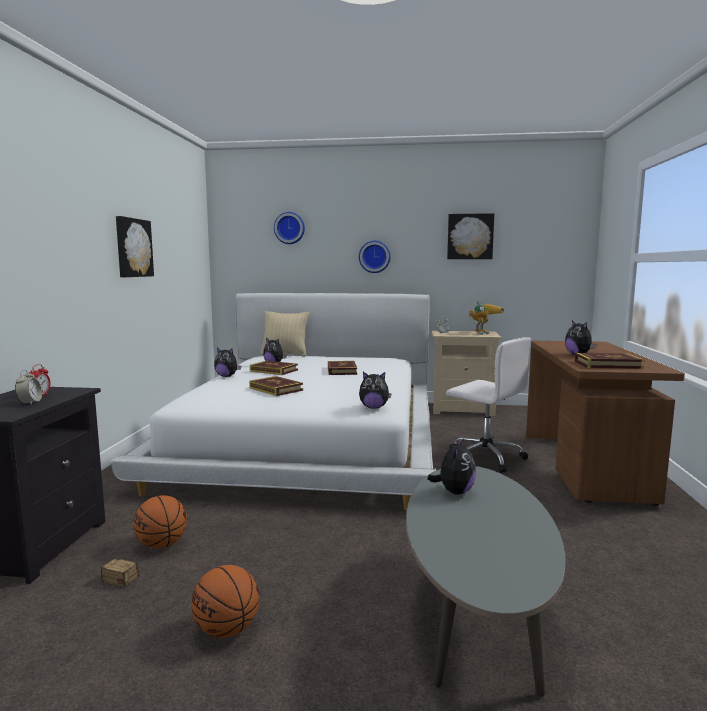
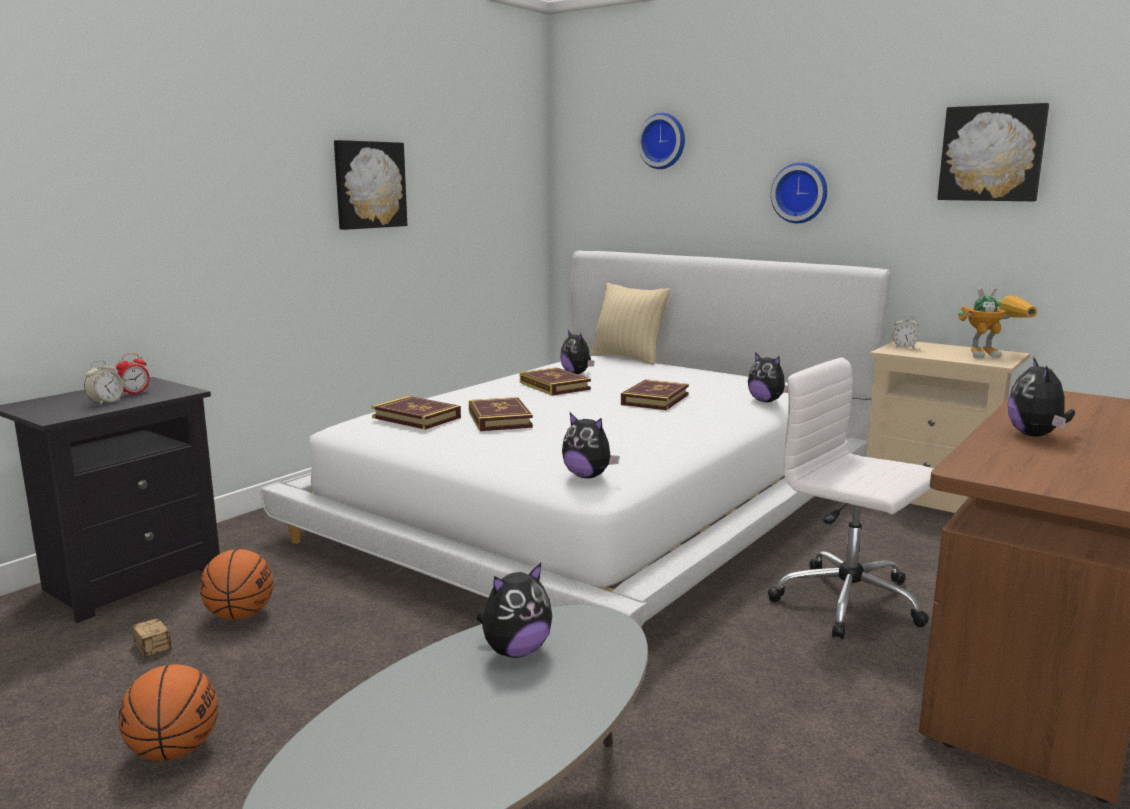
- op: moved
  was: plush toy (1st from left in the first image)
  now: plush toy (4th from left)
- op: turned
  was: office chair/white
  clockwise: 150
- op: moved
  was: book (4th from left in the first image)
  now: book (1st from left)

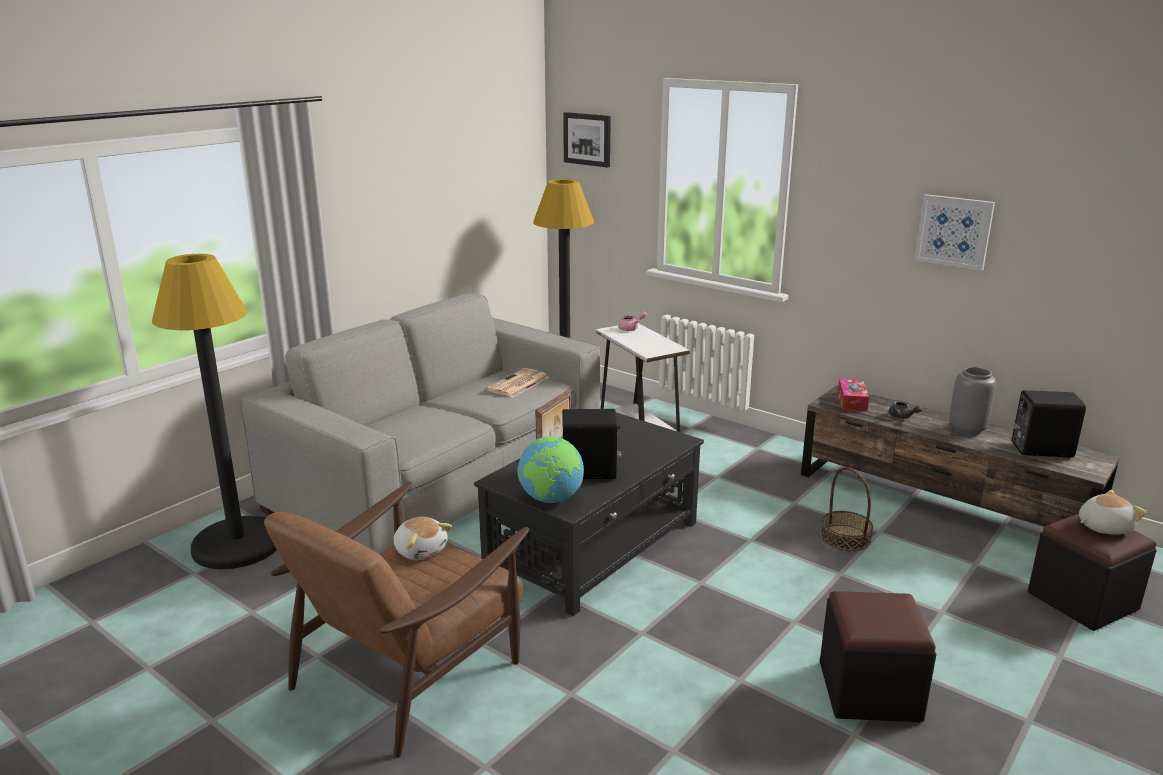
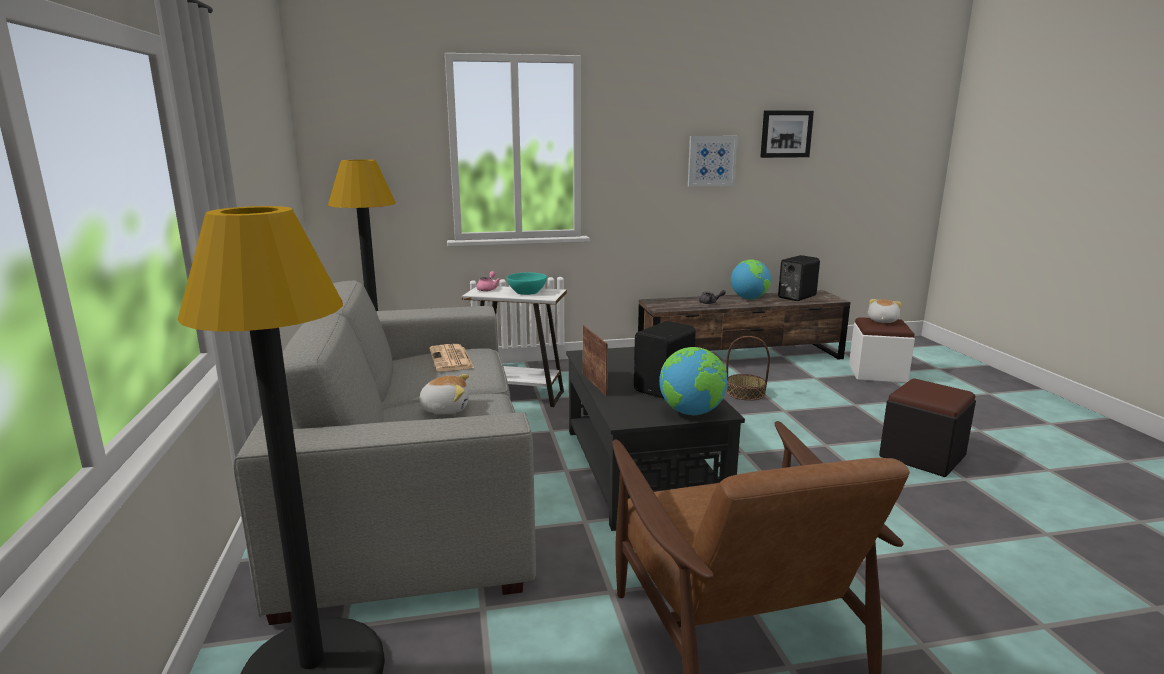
- op: moved
  was: plush toy (1st from left)
- op: moved
  was: picture (1st from left in the first image)
  now: picture (2nd from left)
- op: removed
  was: tissue box
- op: replaced
  was: vase/grey
  now: globe (2nd from left)
- op: recoloured
  was: ottoman/black (2nd from left)
  now: ottoman/white
- op: added
  now: bowl/turquoise

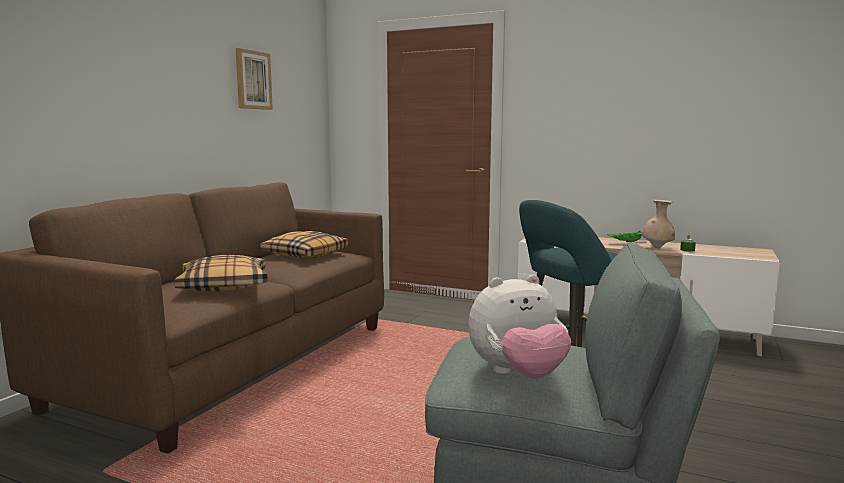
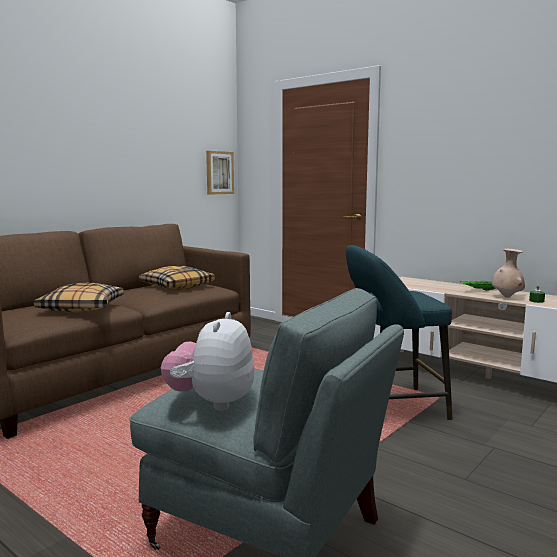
- op: moved
  was: picture
- op: turned
  was: plush toy
  clockwise: 105

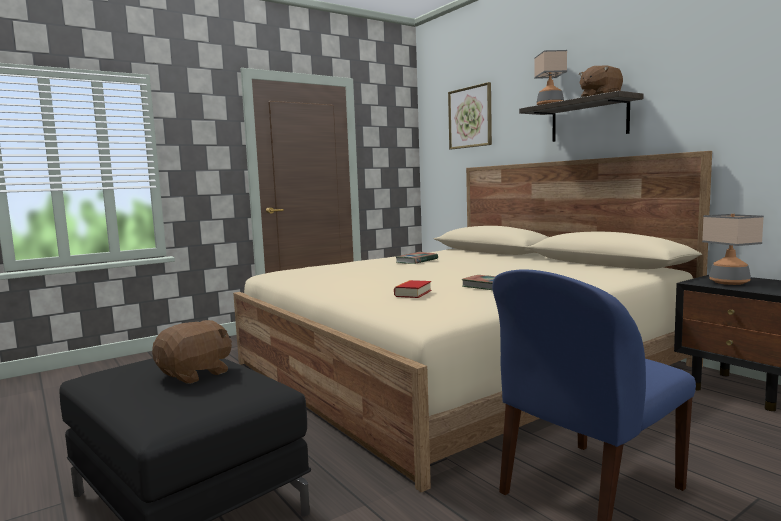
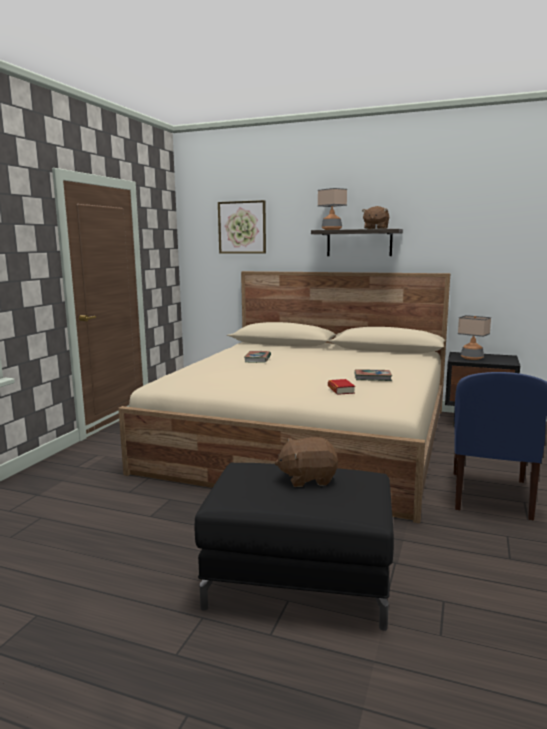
- op: turned
  was: plush toy/brown (1st from left)
  clockwise: -105

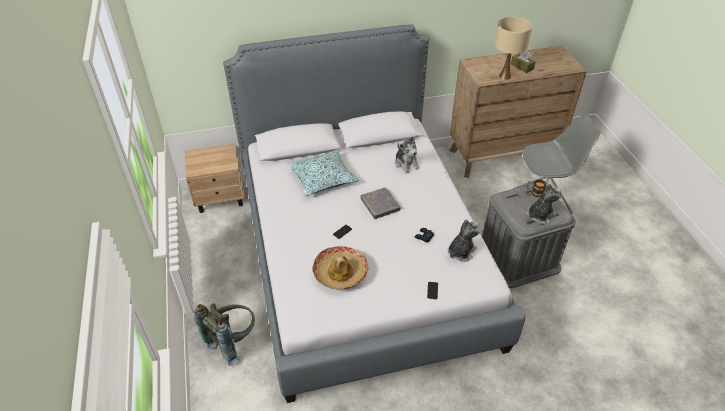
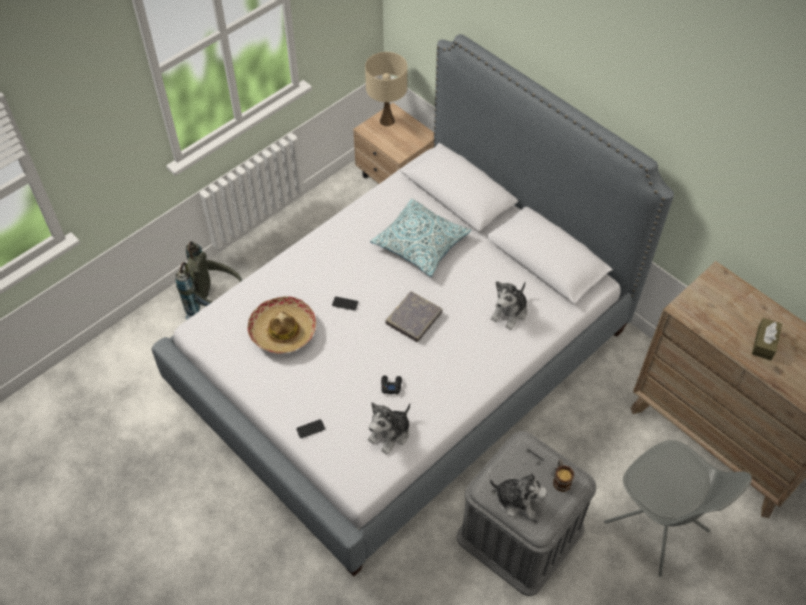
- op: turned
  was: plush toy (2nd from left in the first image)
  clockwise: 120
- op: moved
  was: table lamp/beige

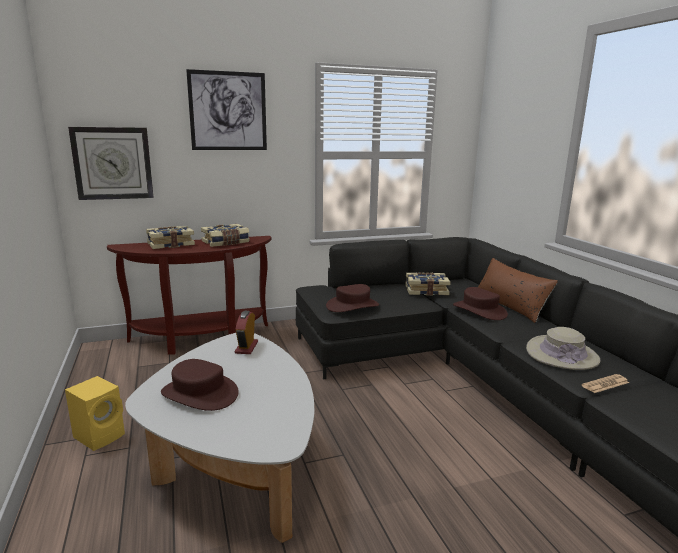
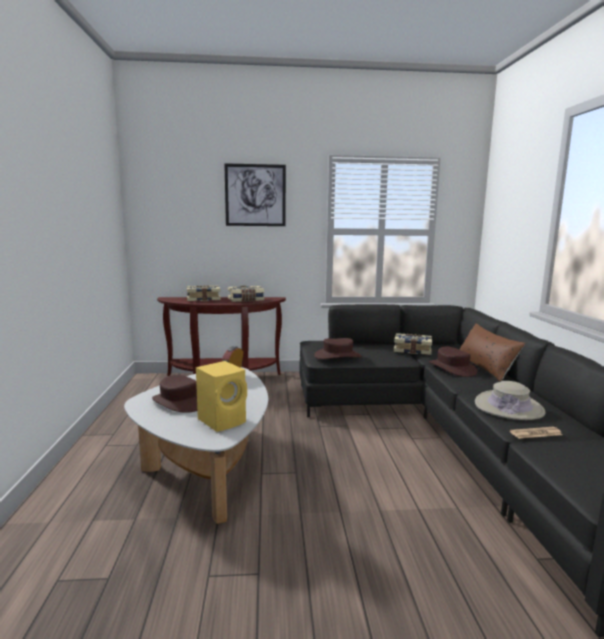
- op: moved
  was: speaker/yellow
- op: removed
  was: wall clock

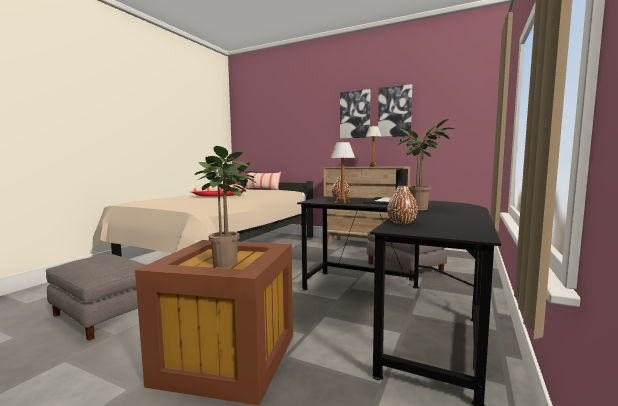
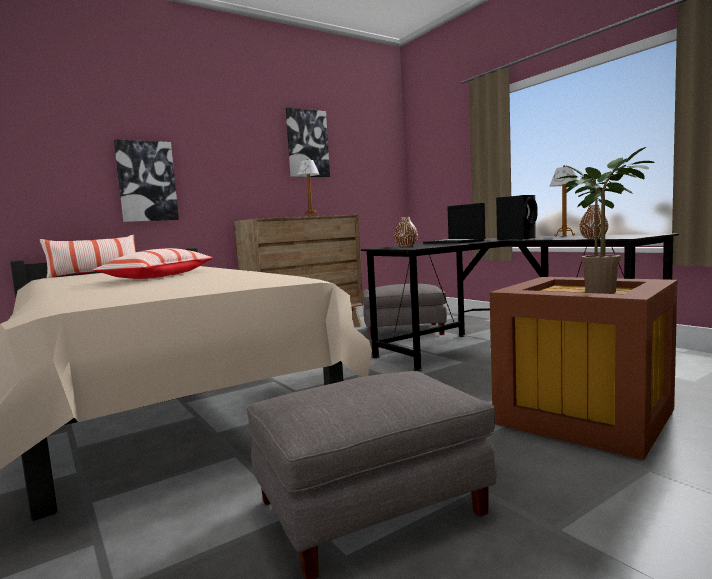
- op: moved
  was: table lamp (1st from left in the first image)
  now: table lamp (2nd from left)
- op: moved
  was: picture (1st from left)
- op: replaced
  was: potted plant (2nd from left)
  now: speaker/black

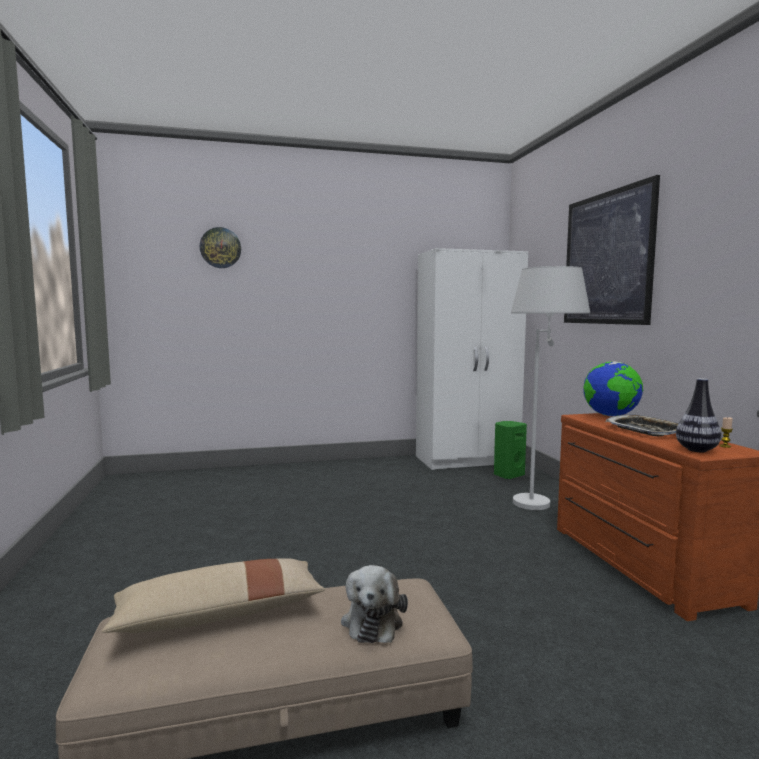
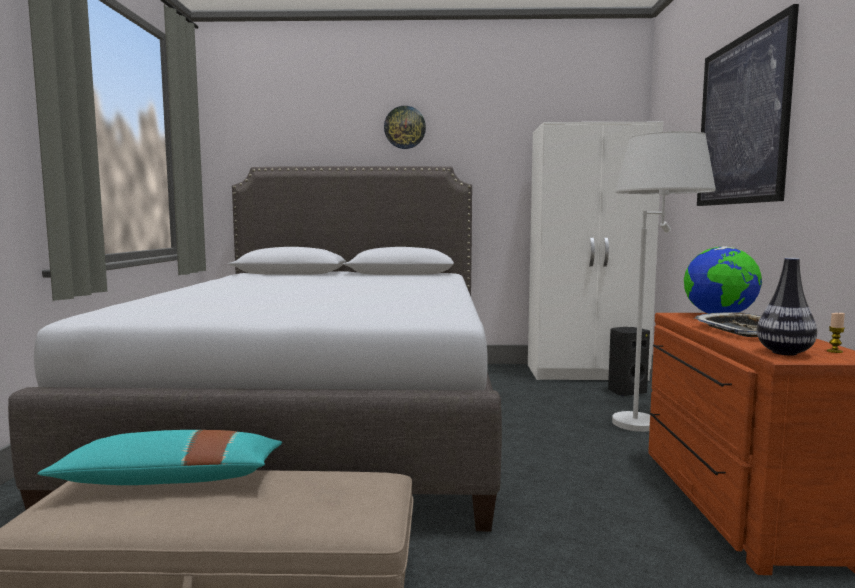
- op: recoloured
  was: pillow/beige
  now: pillow/turquoise
- op: moved
  was: wall clock
- op: removed
  was: plush toy
- op: recoloured
  was: speaker/green
  now: speaker/black
- op: added
  now: bed/grey

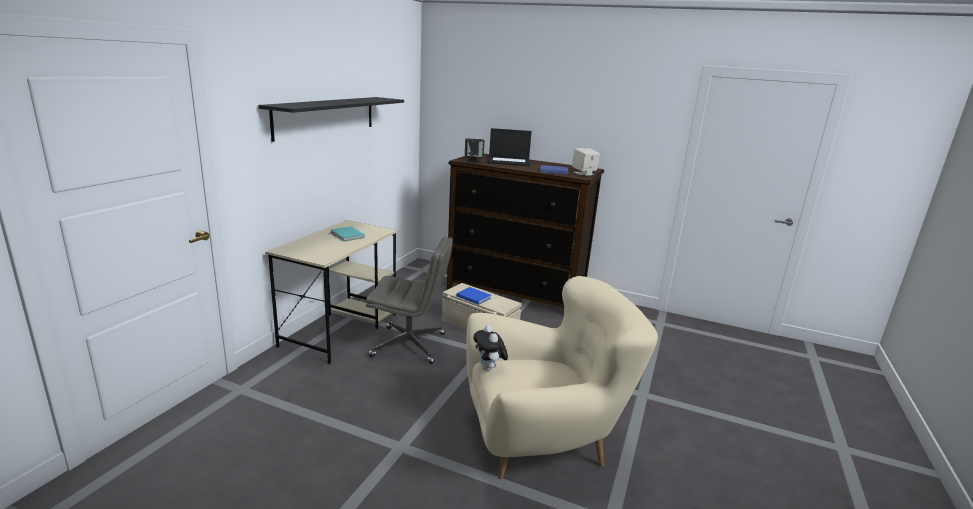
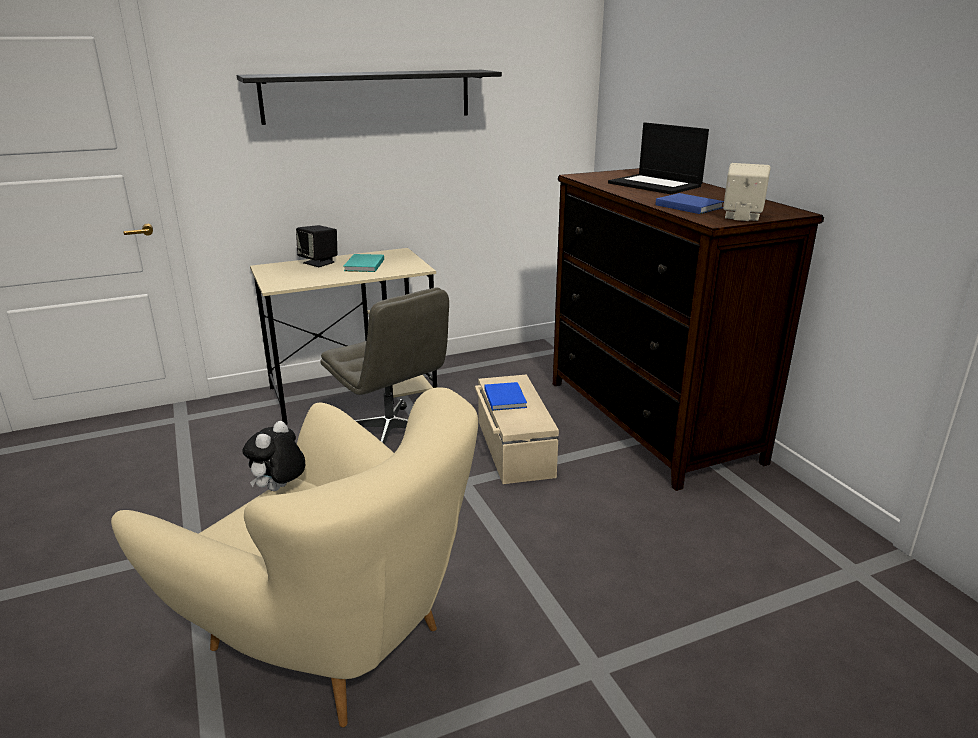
- op: moved
  was: speaker/black

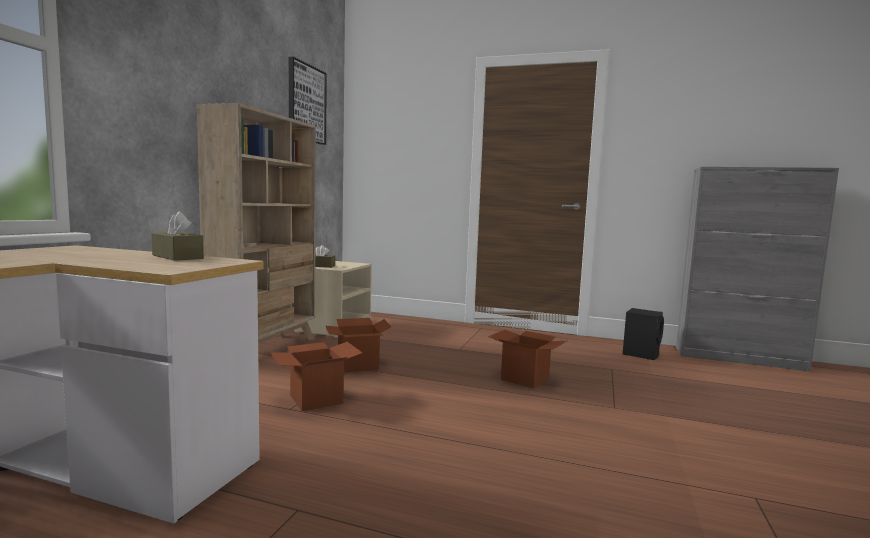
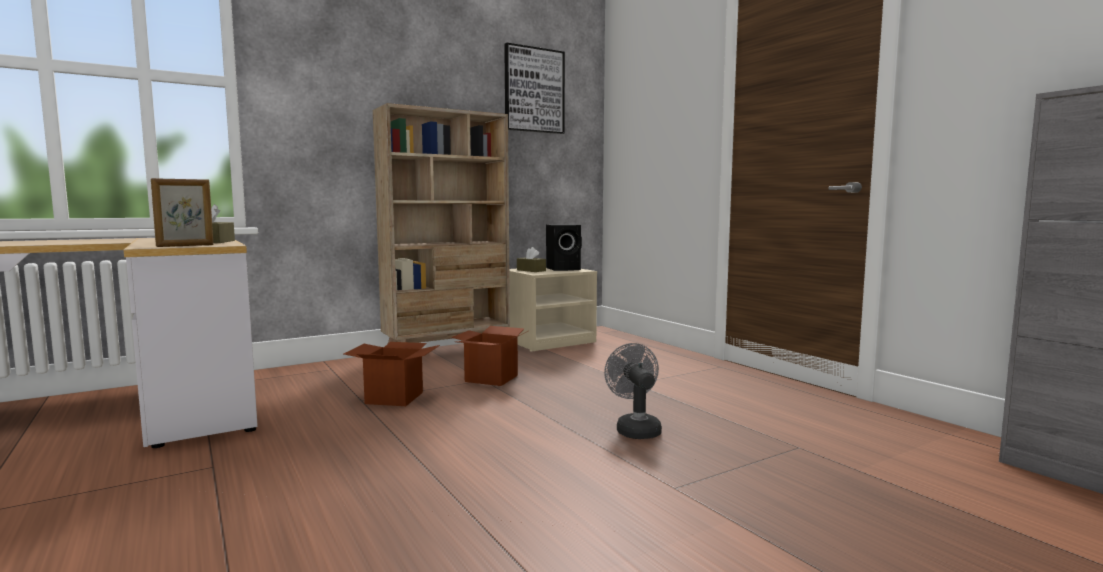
- op: replaced
  was: cardboard box (3rd from left)
  now: fan/grey
- op: moved
  was: speaker/black
- op: added
  now: picture frame

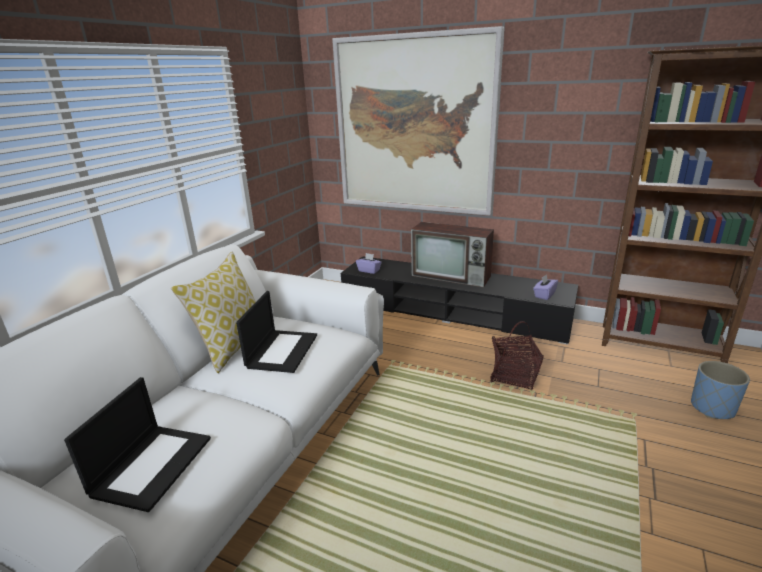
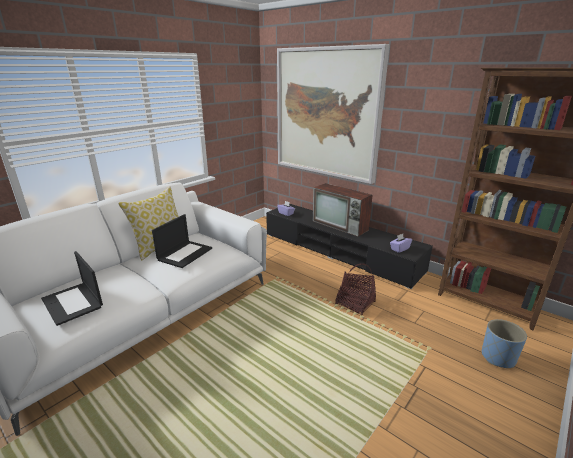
- op: turned
  was: laptop (1st from left)
  clockwise: 105

